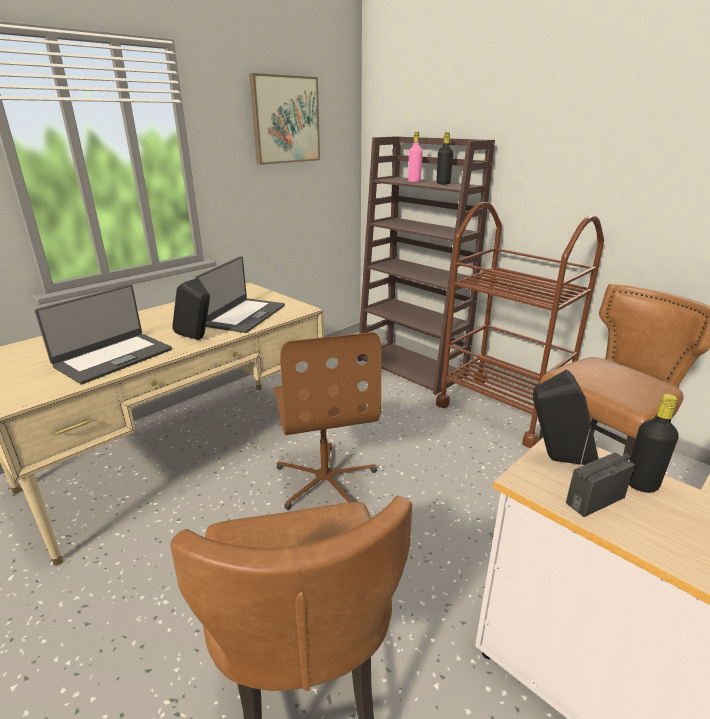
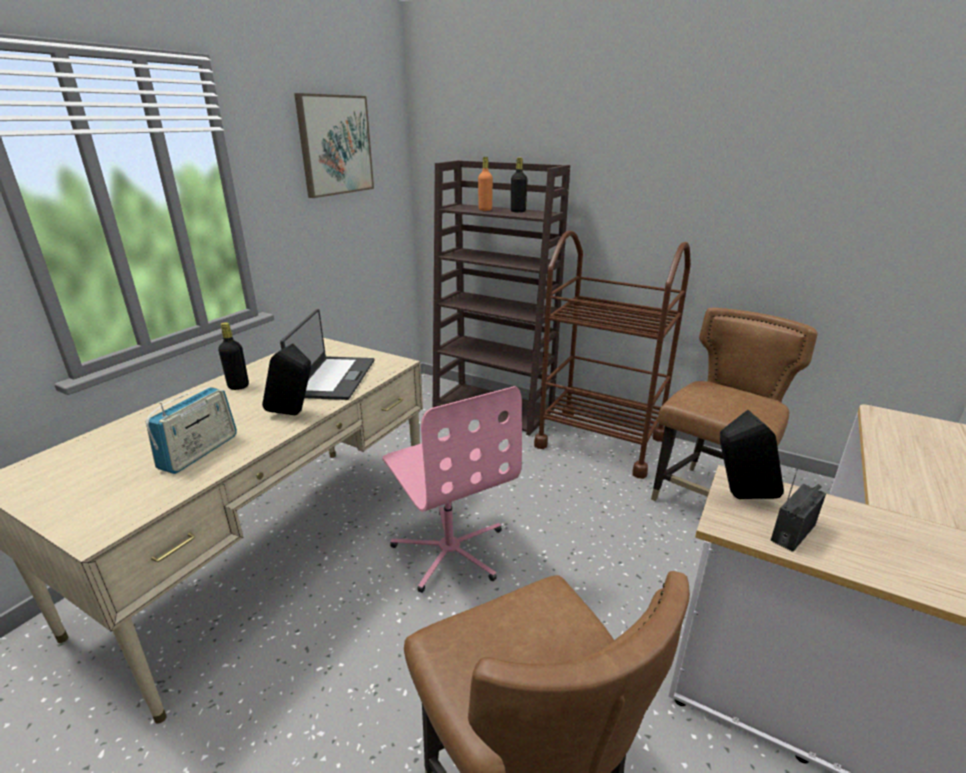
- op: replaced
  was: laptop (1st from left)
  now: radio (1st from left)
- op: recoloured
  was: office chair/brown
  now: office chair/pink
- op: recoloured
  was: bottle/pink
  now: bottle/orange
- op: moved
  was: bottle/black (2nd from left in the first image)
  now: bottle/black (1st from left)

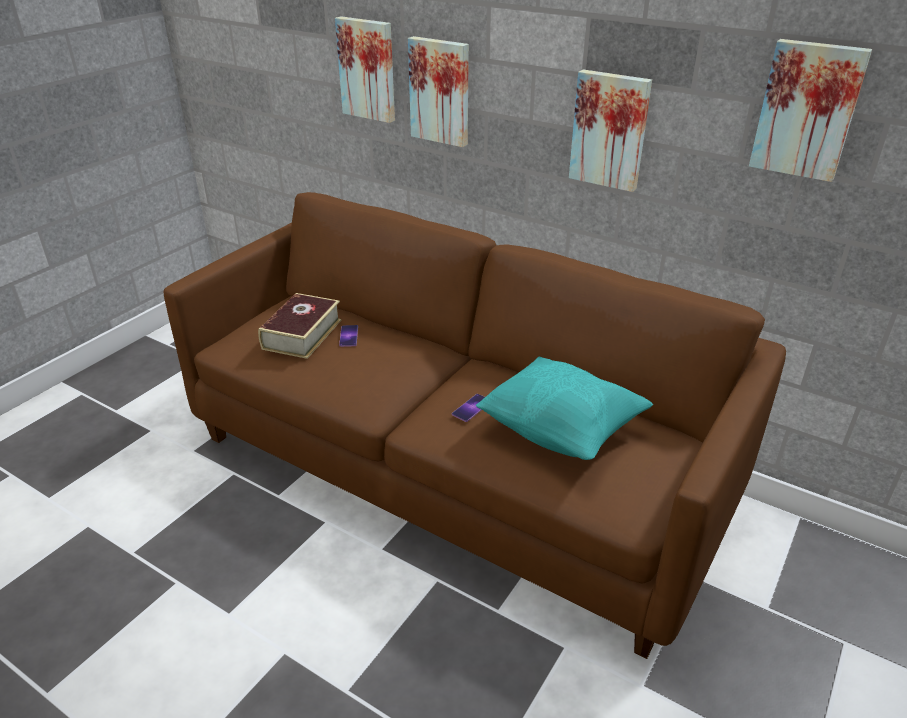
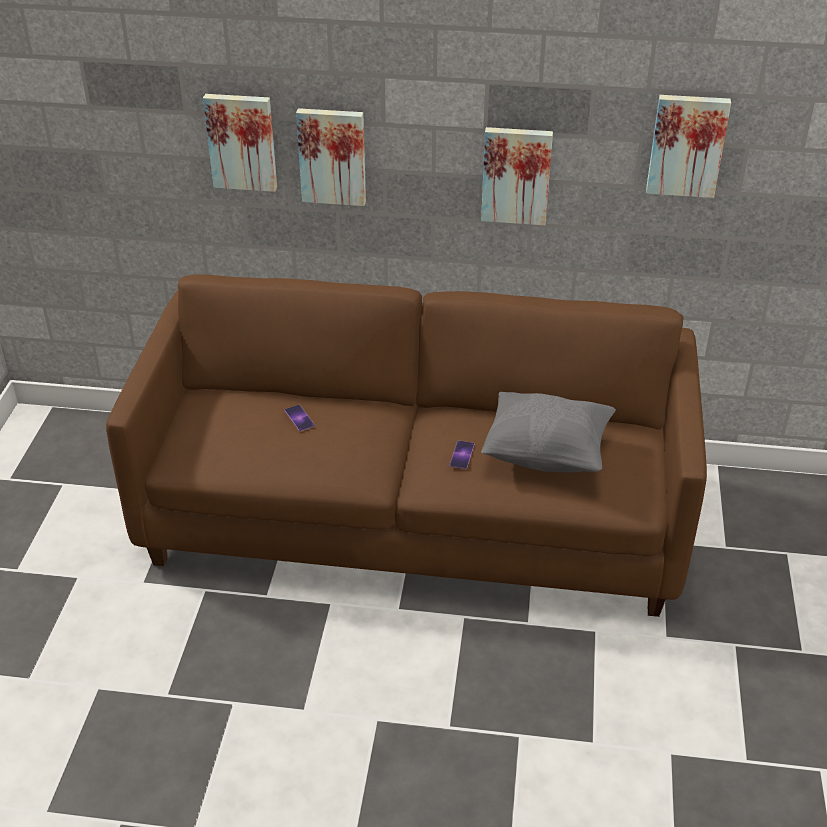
- op: removed
  was: book
- op: recoloured
  was: pillow/turquoise
  now: pillow/grey

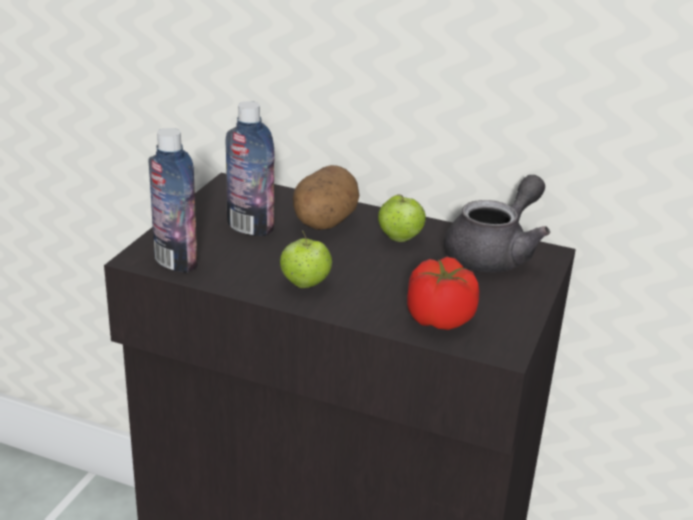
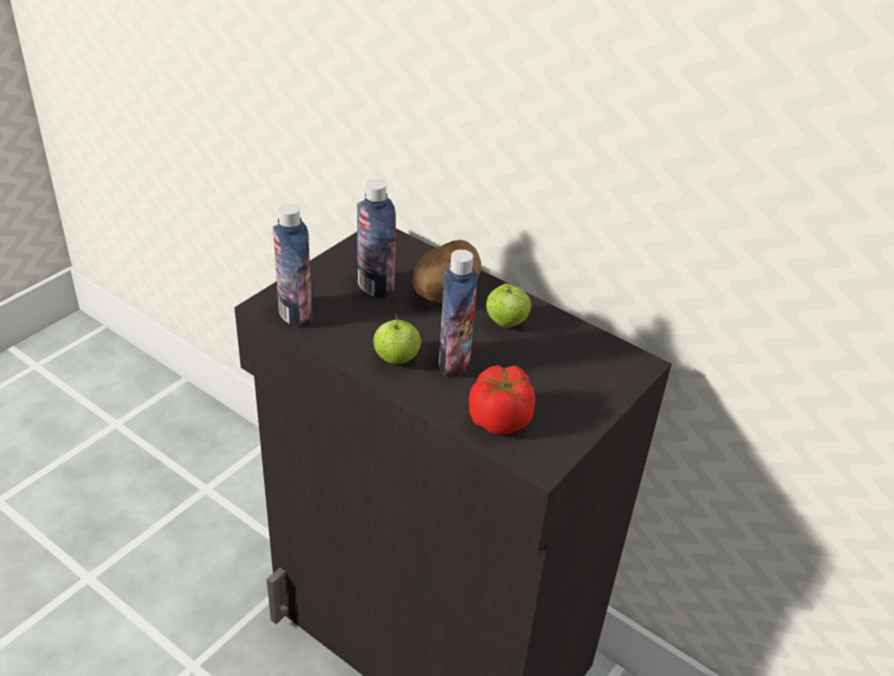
- op: removed
  was: teapot/grey
- op: added
  now: bottle (3rd from left)

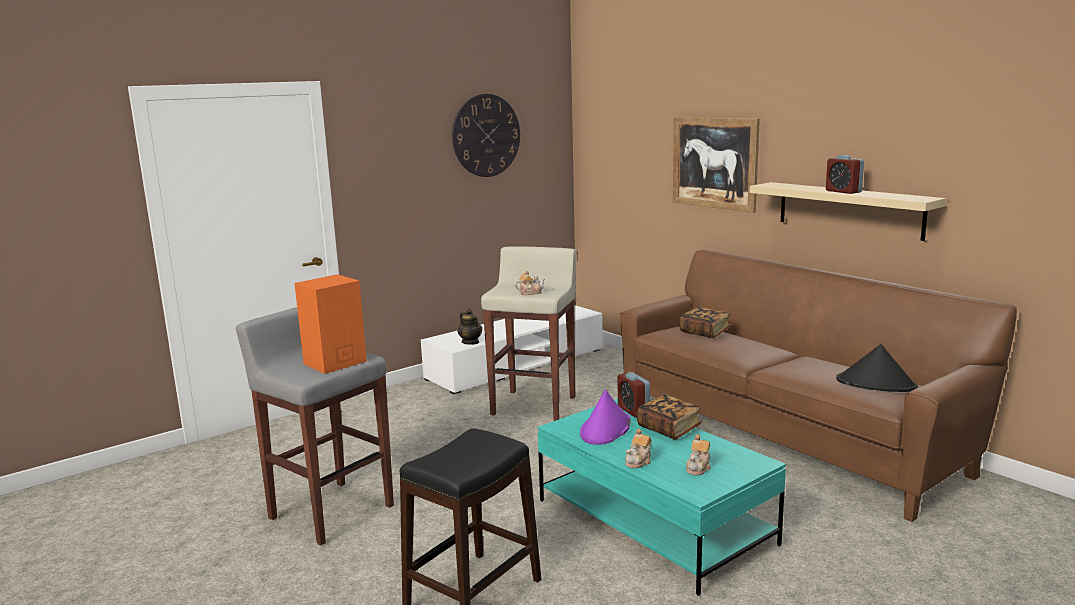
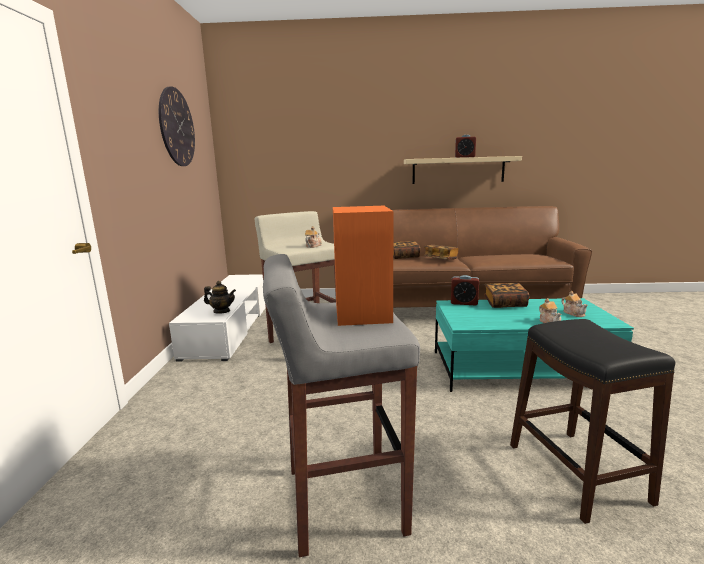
- op: removed
  was: hat/purple
- op: removed
  was: picture
- op: removed
  was: hat/black
- op: added
  now: book (2nd from left)

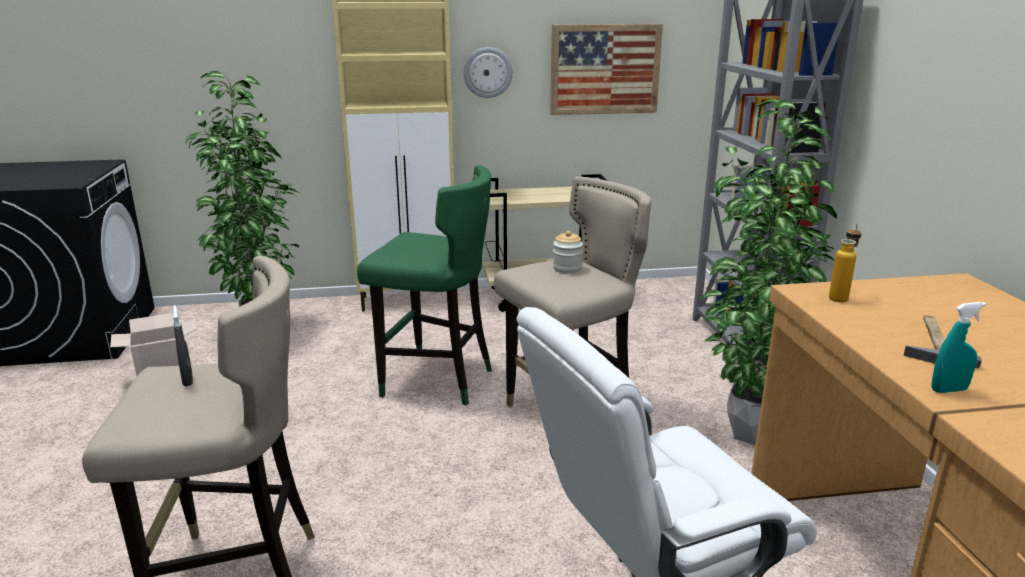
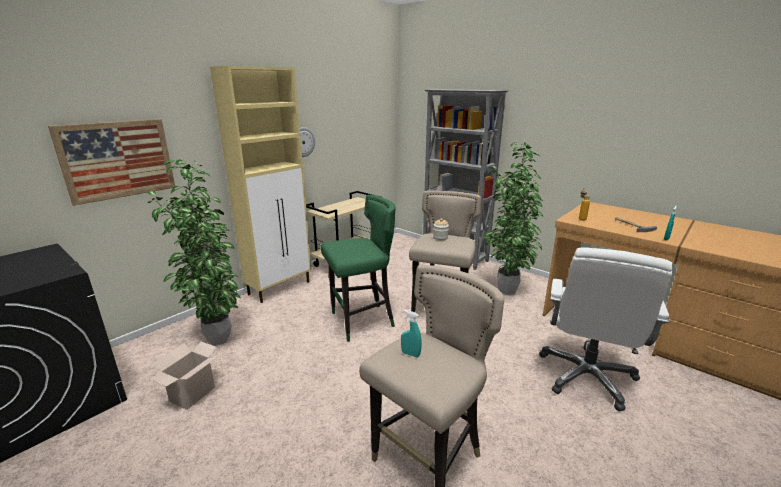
- op: recoloured
  was: spray bottle/grey
  now: spray bottle/turquoise (1st from left)
- op: moved
  was: picture

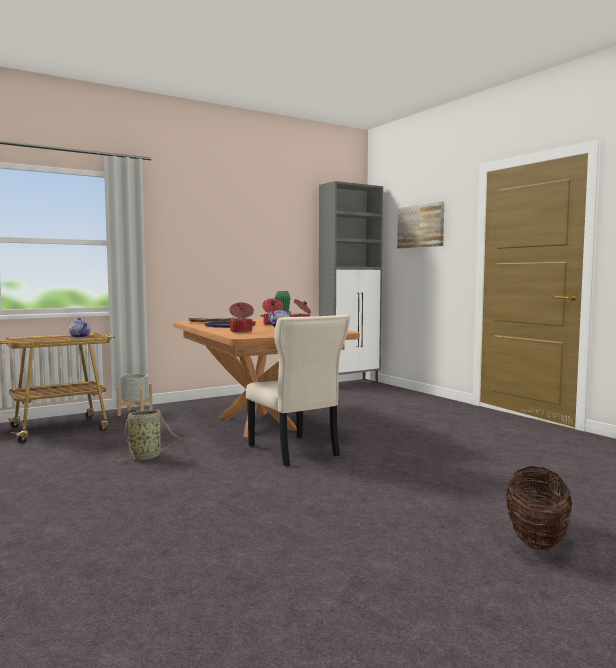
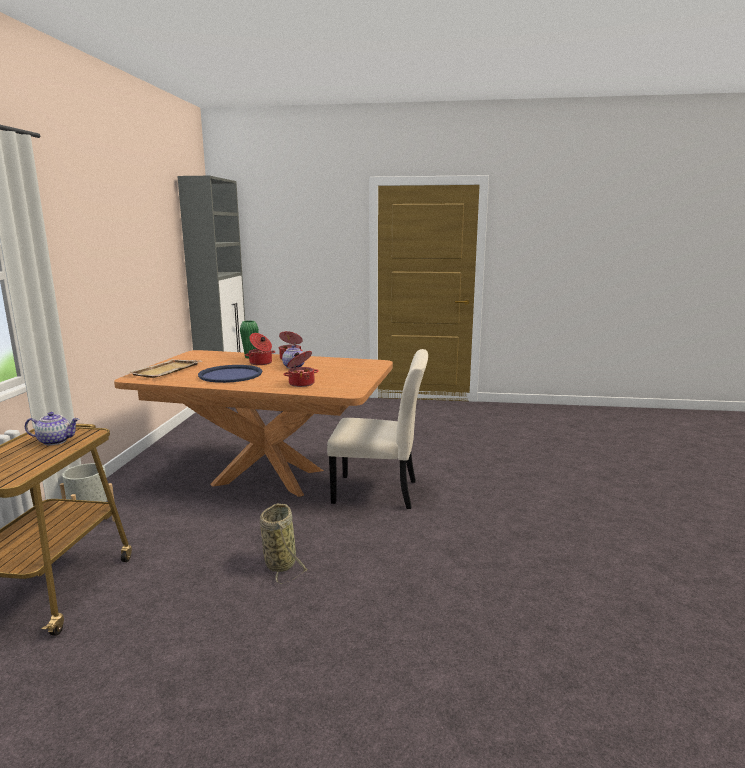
- op: removed
  was: picture
- op: removed
  was: basket (2nd from left)

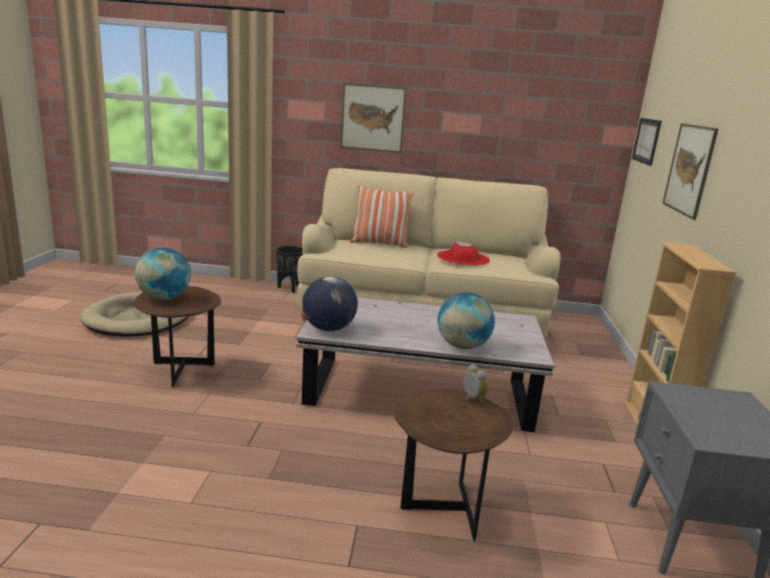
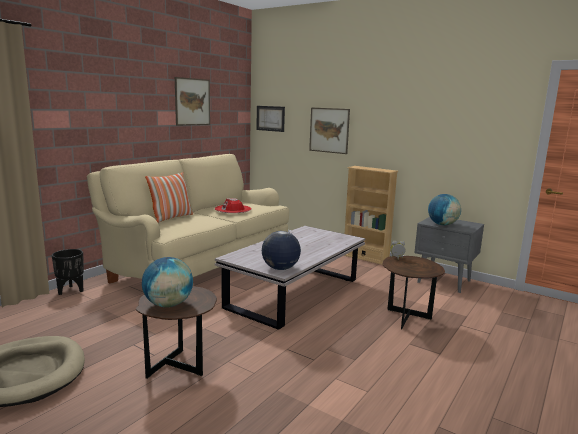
- op: moved
  was: picture (1st from left)
- op: moved
  was: globe (3rd from left)

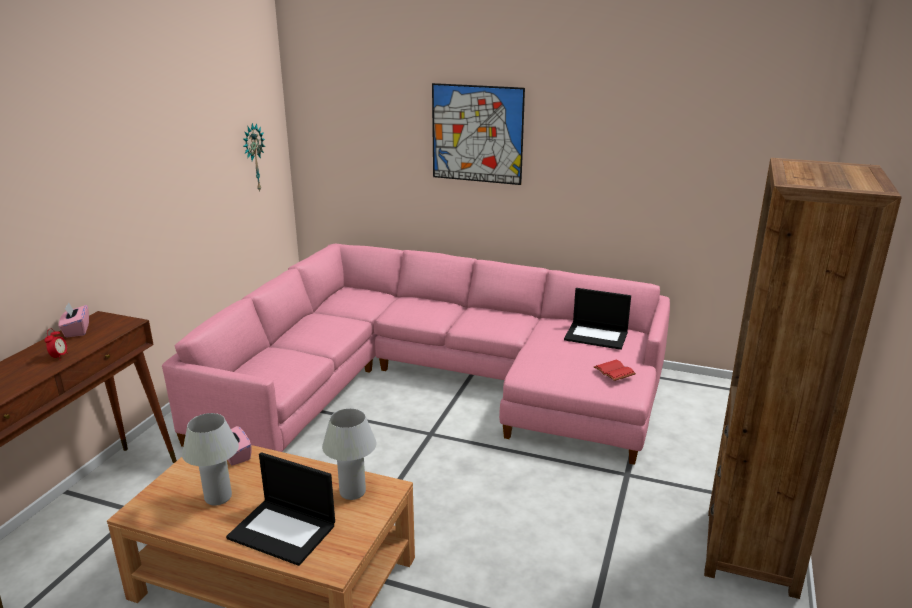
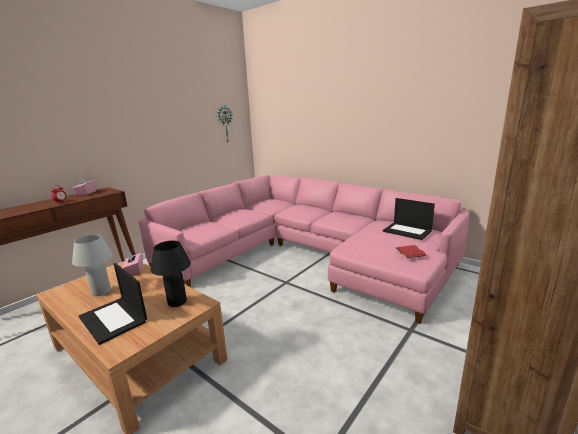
- op: recoloured
  was: table lamp/white (2nd from left)
  now: table lamp/black
- op: removed
  was: picture

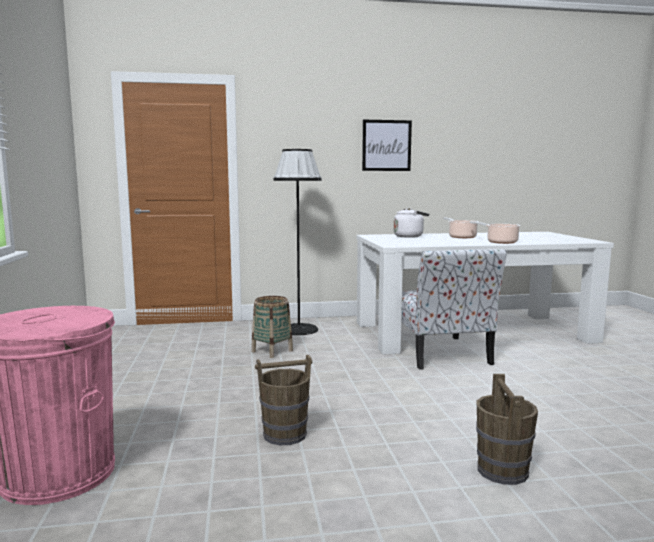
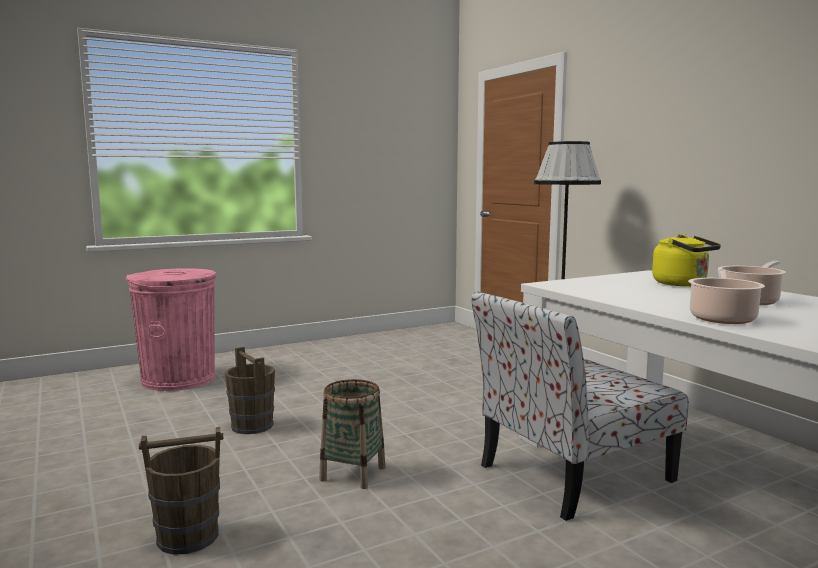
- op: moved
  was: basket
- op: removed
  was: picture
- op: recoloured
  was: kettle/white
  now: kettle/yellow

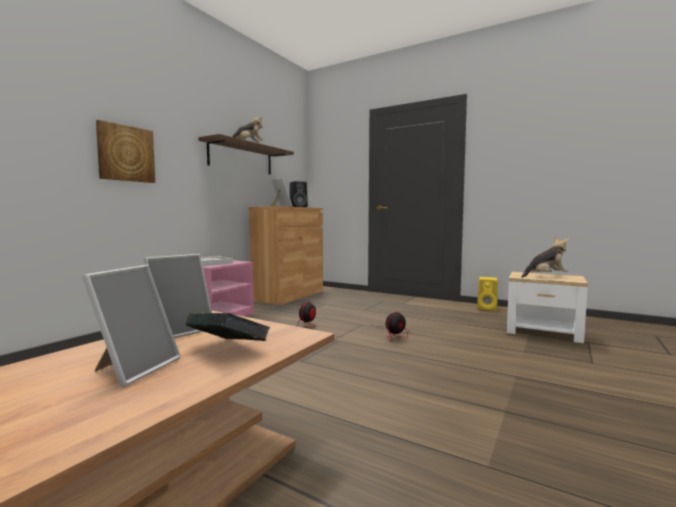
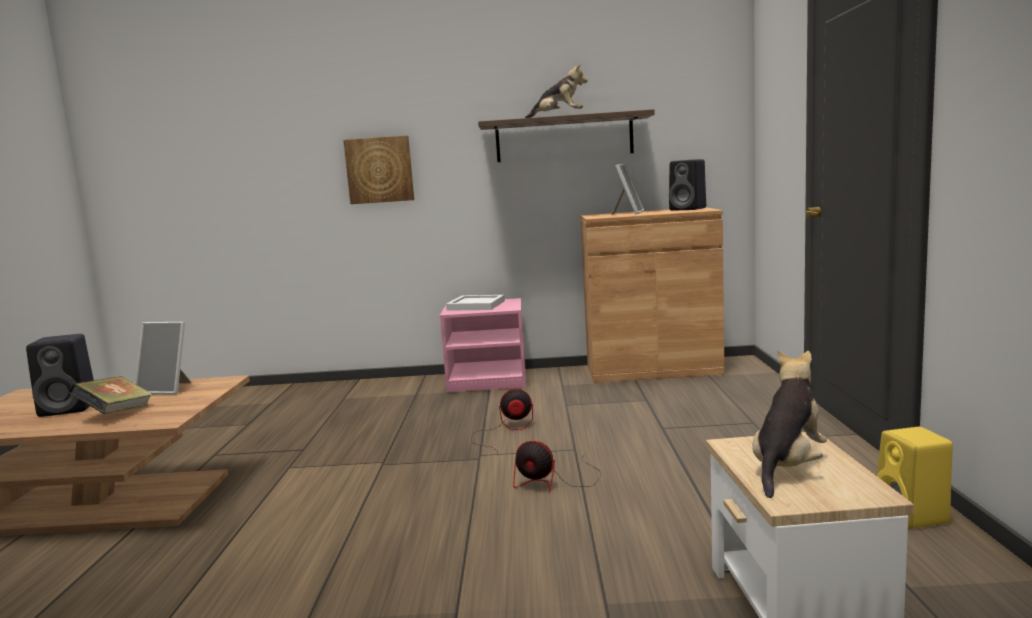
- op: replaced
  was: picture frame (1st from left)
  now: speaker/black (1st from left)
- op: turned
  was: plush toy (2nd from left)
  clockwise: -105

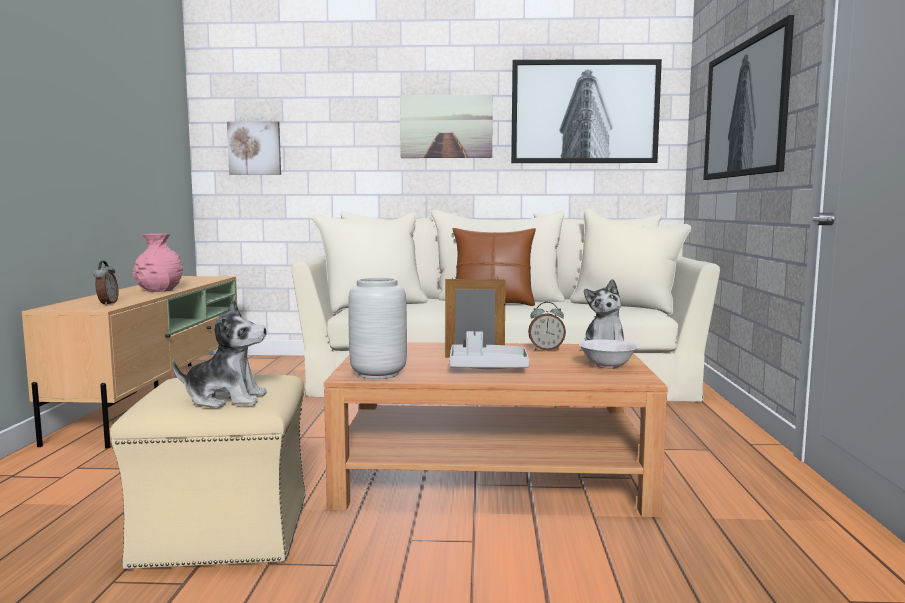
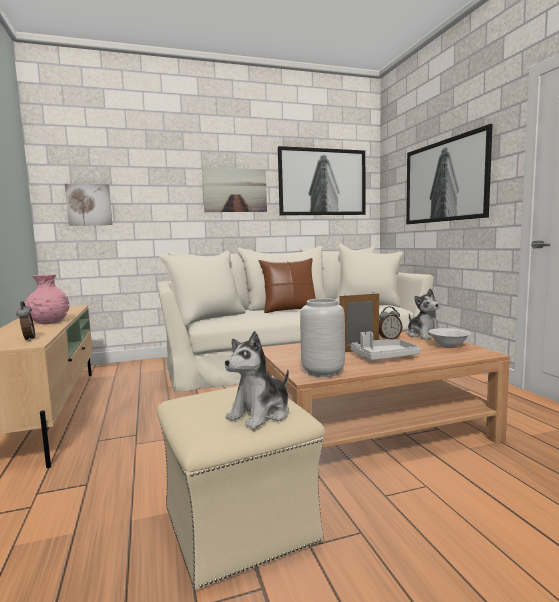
- op: turned
  was: plush toy (1st from left)
  clockwise: 150

